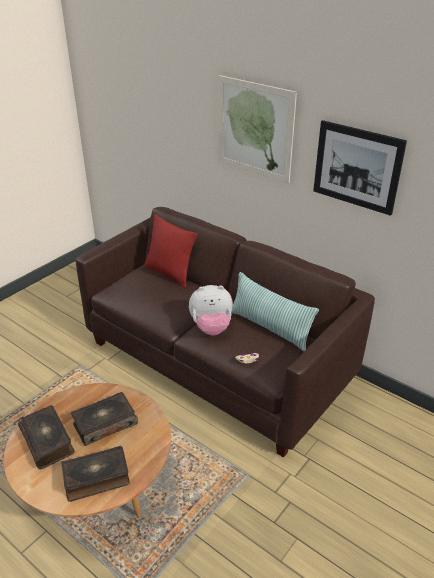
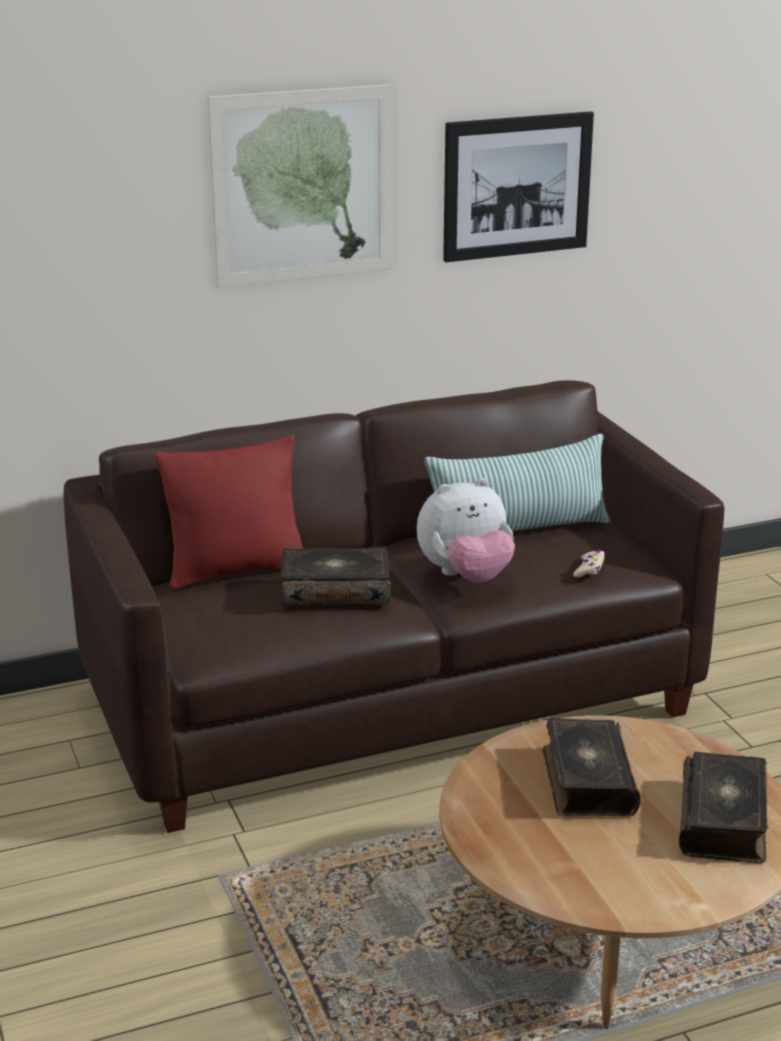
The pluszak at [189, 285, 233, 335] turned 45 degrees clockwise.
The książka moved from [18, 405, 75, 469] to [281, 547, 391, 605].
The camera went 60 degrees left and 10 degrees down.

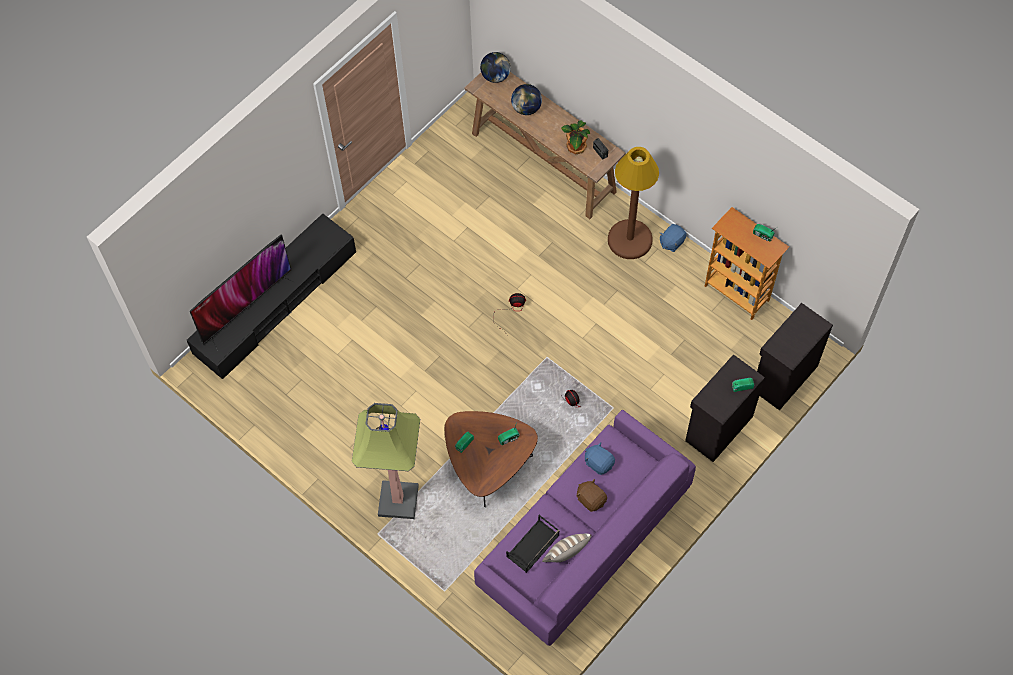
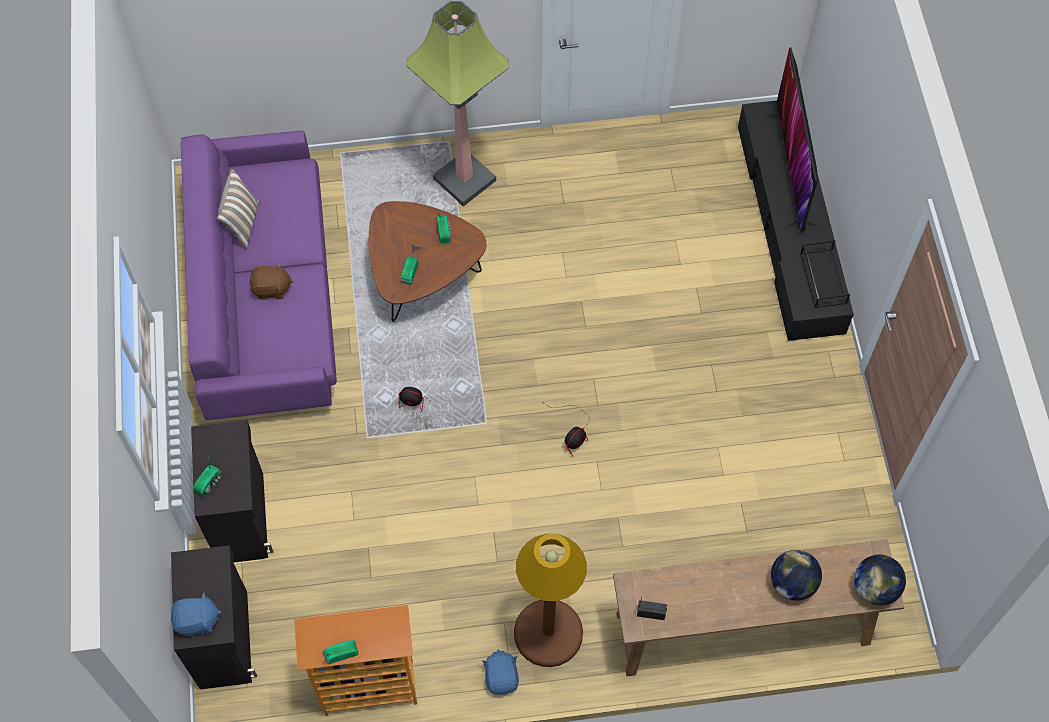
The roślina doniczkowa at [561, 121, 590, 154] disappeared.
The pluszak [niebieski] moved from [585, 442, 615, 475] to [171, 592, 221, 636].
The taca [czarny] moved from [506, 515, 560, 573] to [800, 240, 850, 308].
The camera went 130 degrees right and 0 degrees up.

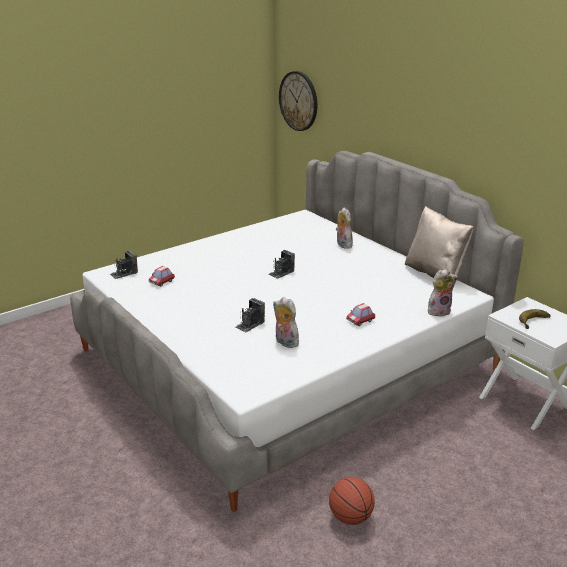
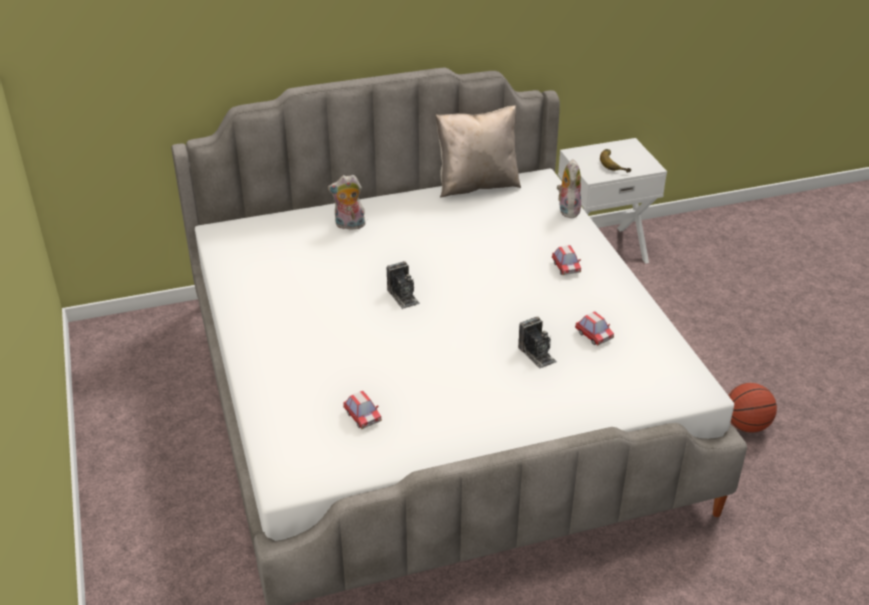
The zegar ścienny at [279, 71, 317, 131] disappeared.
The aparat fotograficzny at [110, 251, 138, 279] disappeared.
The pluszak at [273, 297, 299, 348] was replaced by the samochodzik at [575, 311, 614, 345].
The camera went 70 degrees left and 10 degrees up.

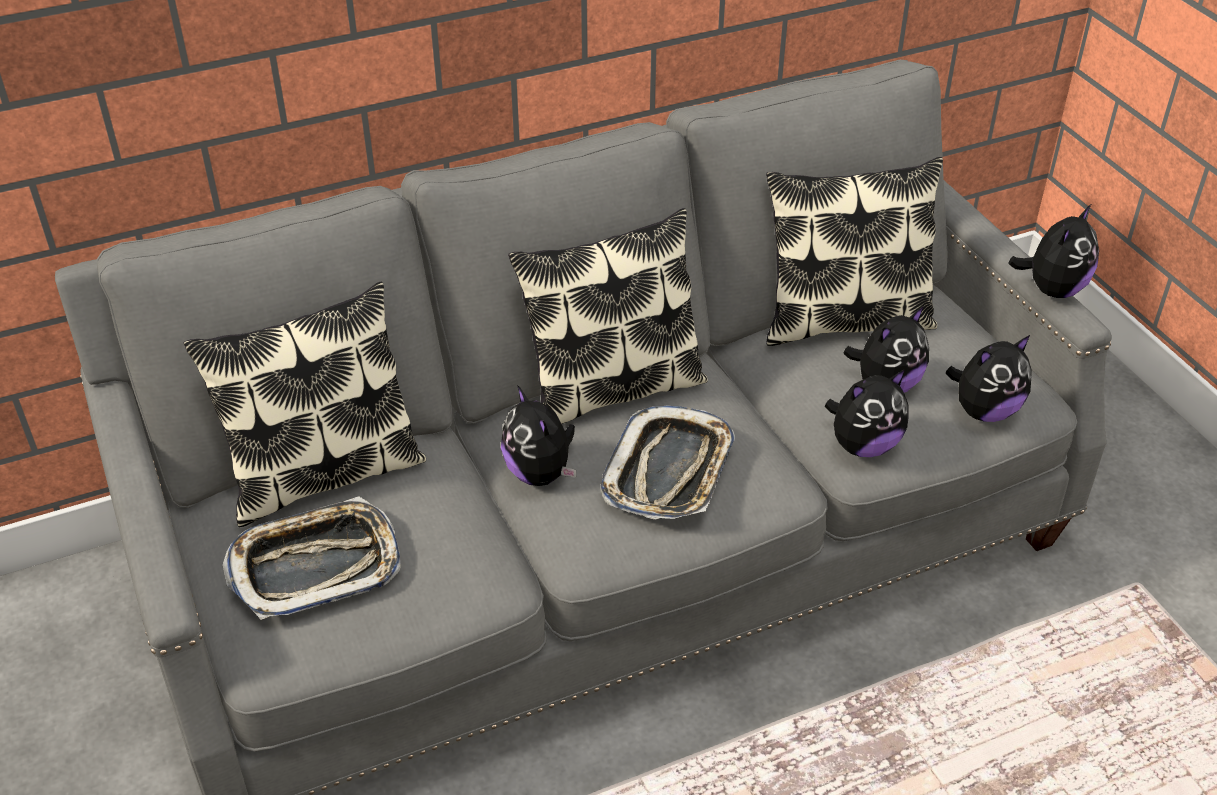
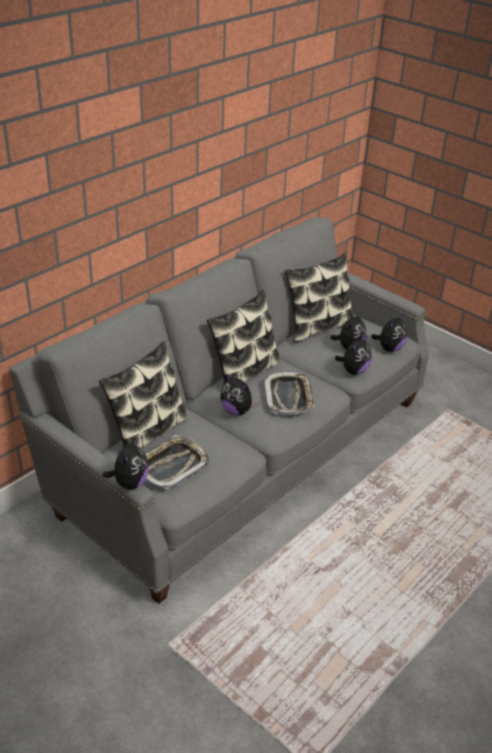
The pluszak moved from [1008, 204, 1099, 298] to [102, 437, 149, 490].
The camera went 25 degrees left and 5 degrees down.

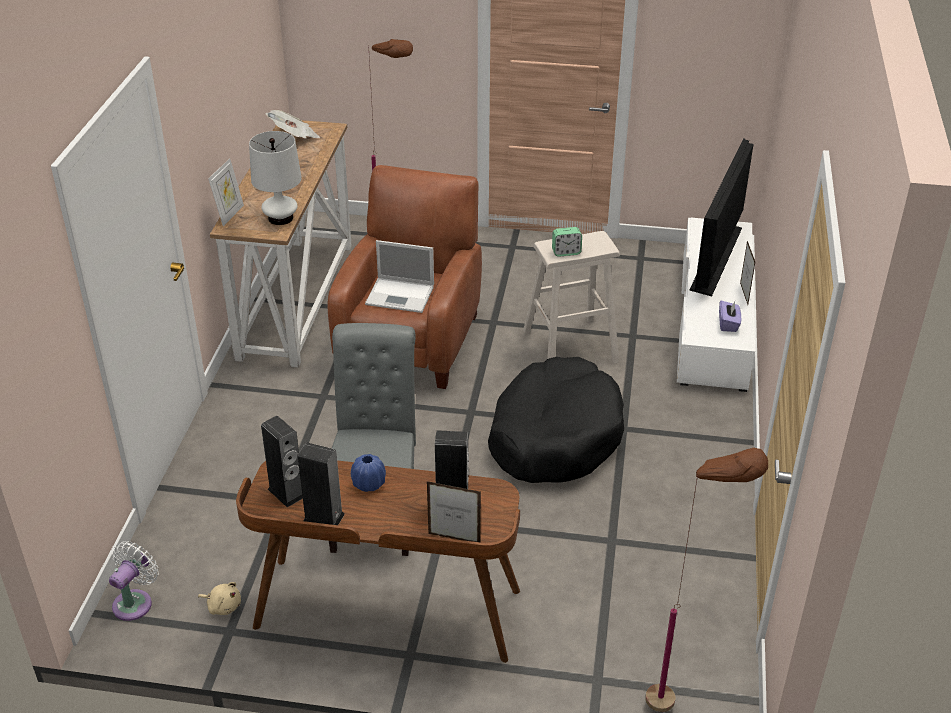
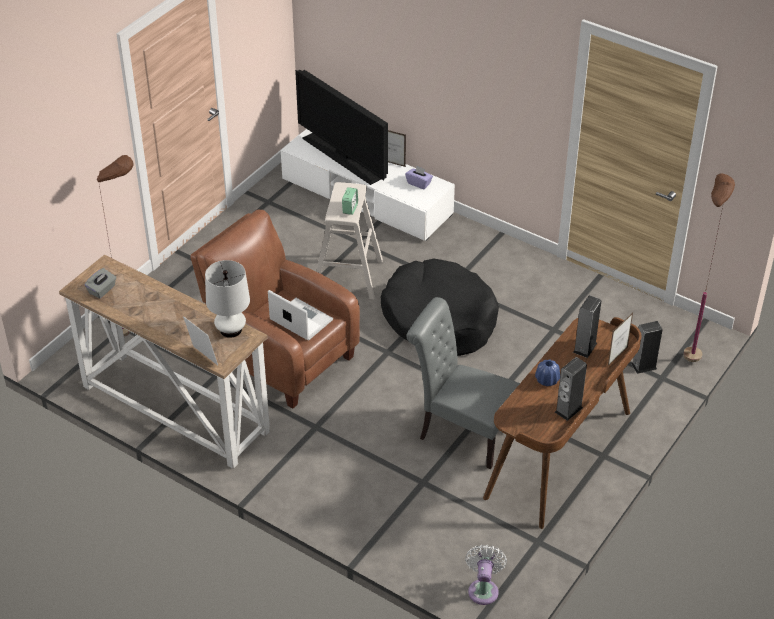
The gazeta at [265, 110, 321, 139] was replaced by the pudełko chusteczek [szary] at [85, 268, 116, 298].
The laptop at [365, 240, 434, 313] turned 90 degrees counterclockwise.
The głośnik moved from [261, 416, 303, 508] to [631, 321, 662, 374].
The wentylator [biały] at [109, 541, 159, 621] turned 45 degrees clockwise.
The pluszak [beżowy] at [198, 582, 241, 615] disappeared.
The camera went 65 degrees left and 5 degrees up.

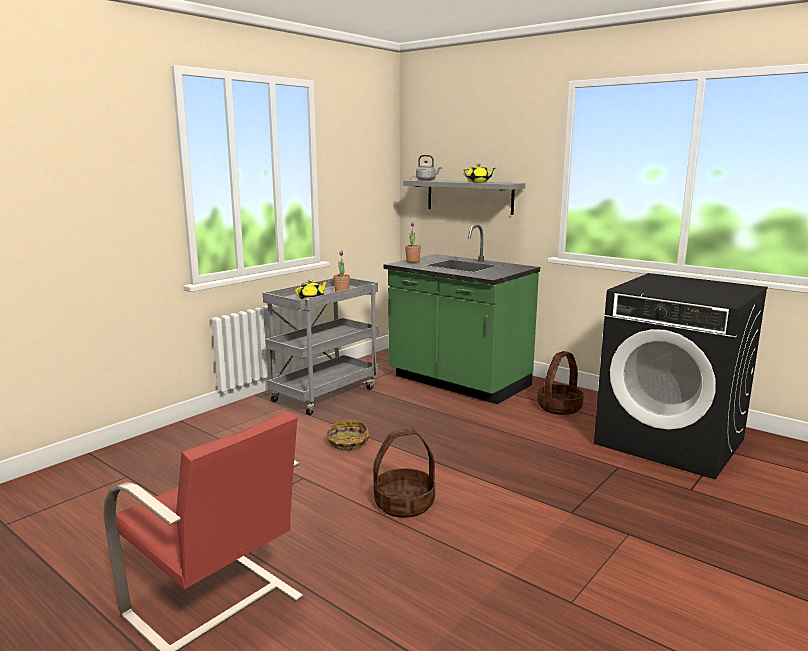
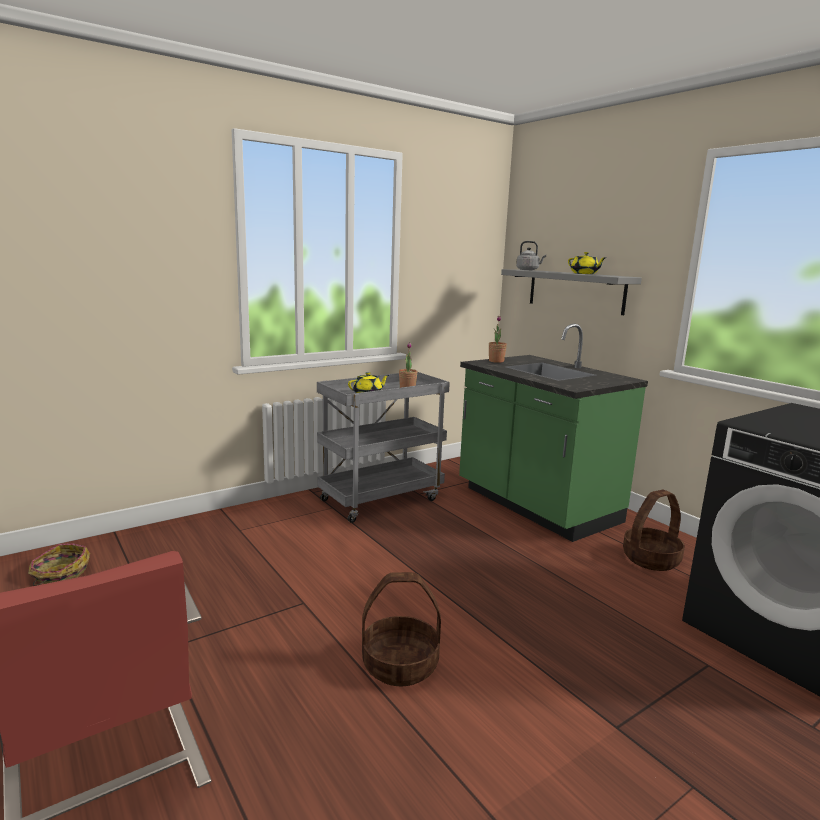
The koszyk moved from [327, 420, 370, 451] to [28, 543, 90, 586].
The camera went 15 degrees right and 0 degrees up.

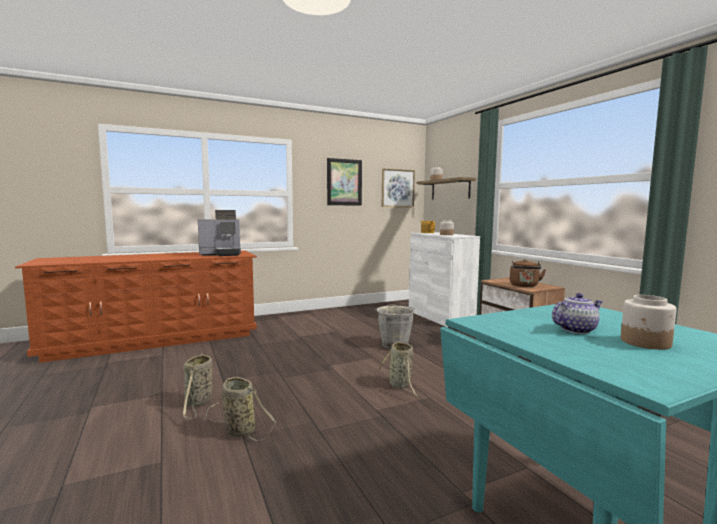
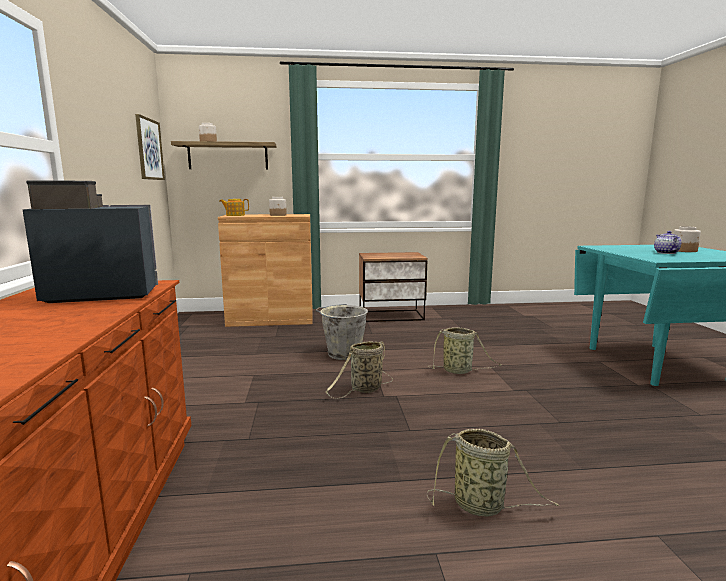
The obraz at [327, 158, 362, 206] disappeared.
The ekspres do kawy at [198, 210, 241, 256] turned 105 degrees counterclockwise.
The szafka [biały] at [409, 232, 480, 327] became the szafka [brązowy] at [218, 214, 313, 327].
The czajnik [brązowy] at [510, 259, 546, 287] disappeared.
The koszyk moved from [206, 377, 276, 441] to [326, 341, 393, 399].
The camera went 70 degrees left and 5 degrees up.

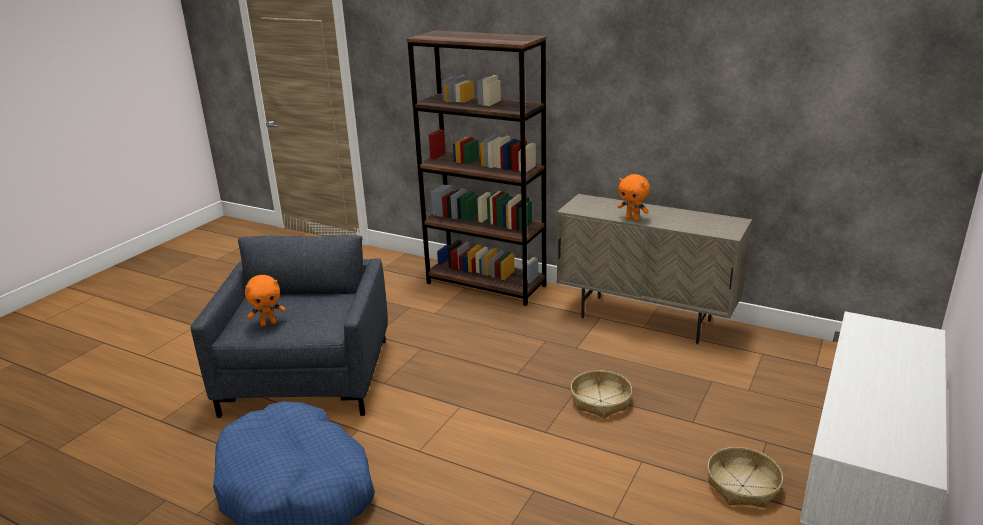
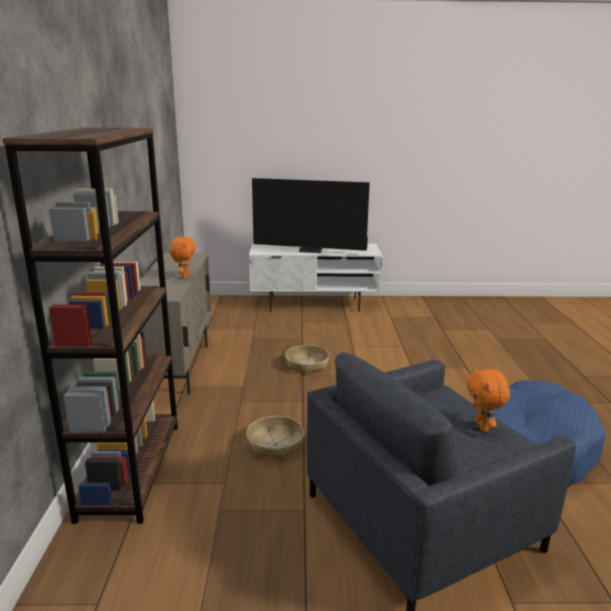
The pluszak [pomarańczowy] at [245, 275, 285, 327] turned 135 degrees counterclockwise.
The koszyk moved from [707, 447, 783, 508] to [246, 416, 305, 460].
The telewizor at [252, 178, 370, 253] appeared.
The camera went 120 degrees left and 5 degrees down.

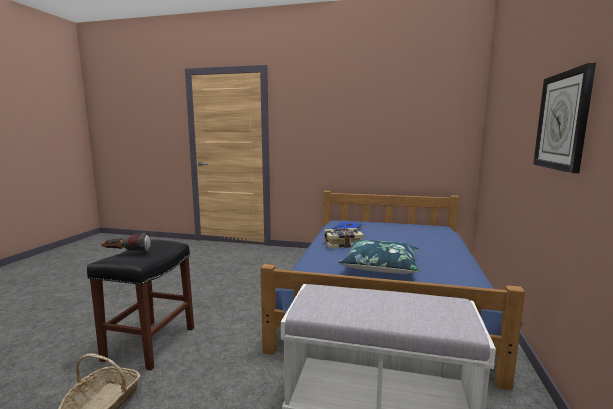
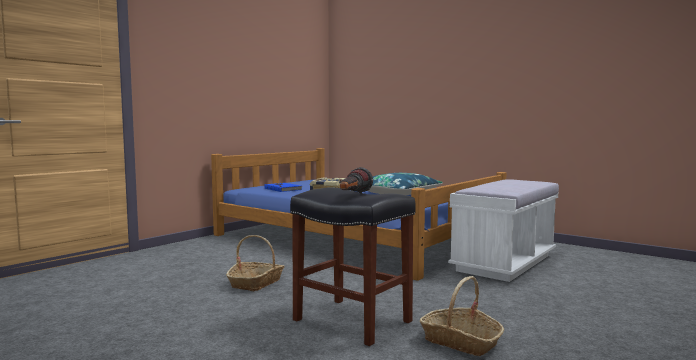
The zegar ścienny at [533, 63, 596, 173] disappeared.
The koszyk at [226, 235, 285, 291] appeared.
The camera went 65 degrees left and 5 degrees down.

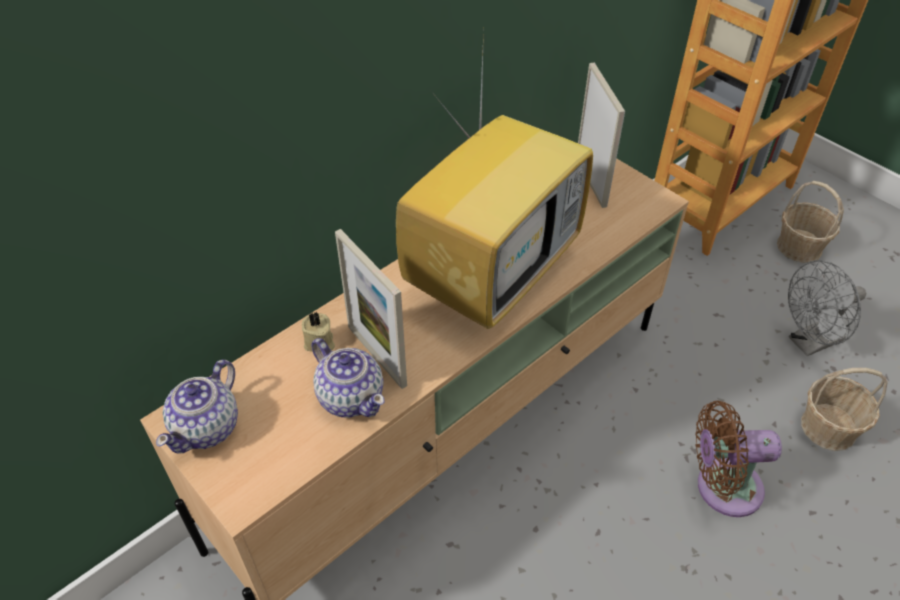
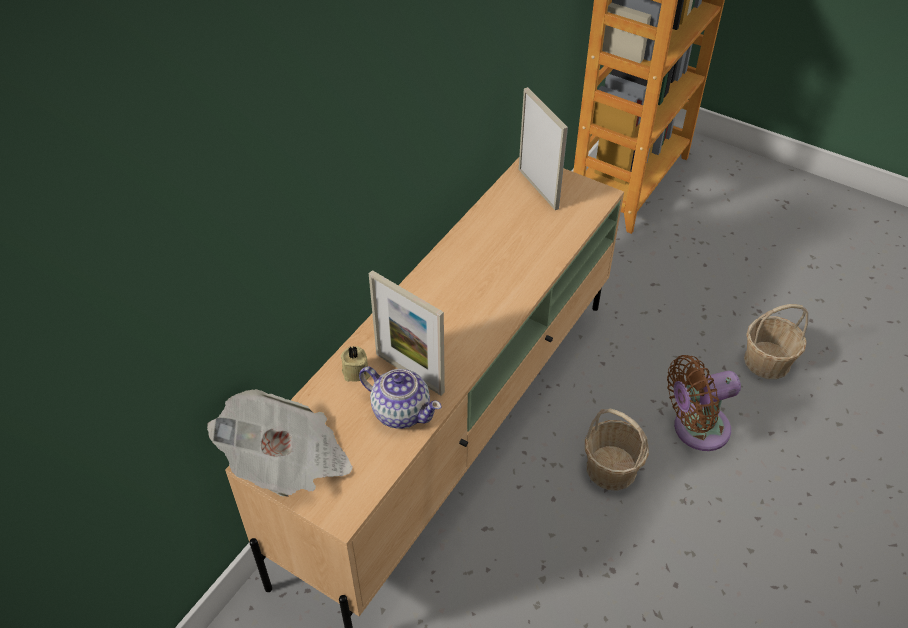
The telewizor at [396, 30, 593, 329] disappeared.
The koszyk moved from [777, 181, 844, 263] to [585, 409, 649, 491].
The wentylator [szary] at [788, 260, 866, 356] disappeared.
The imbryk at [156, 360, 238, 453] was replaced by the gazeta at [207, 389, 353, 497].
The camera went 15 degrees left and 0 degrees up.

